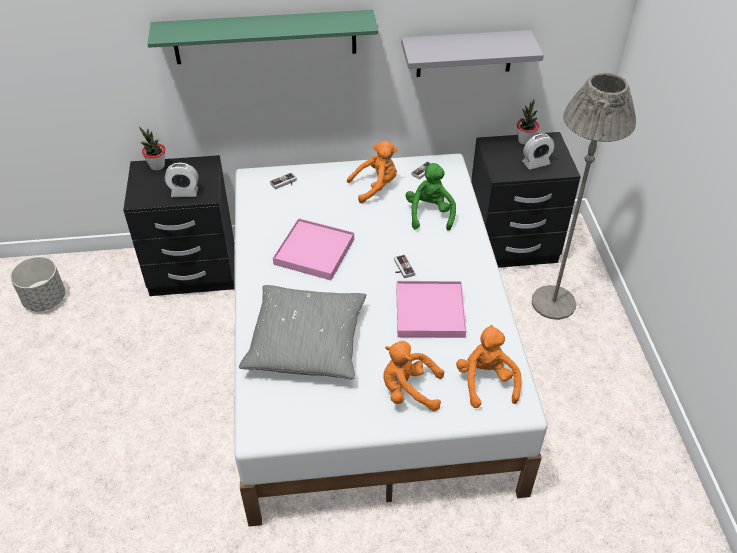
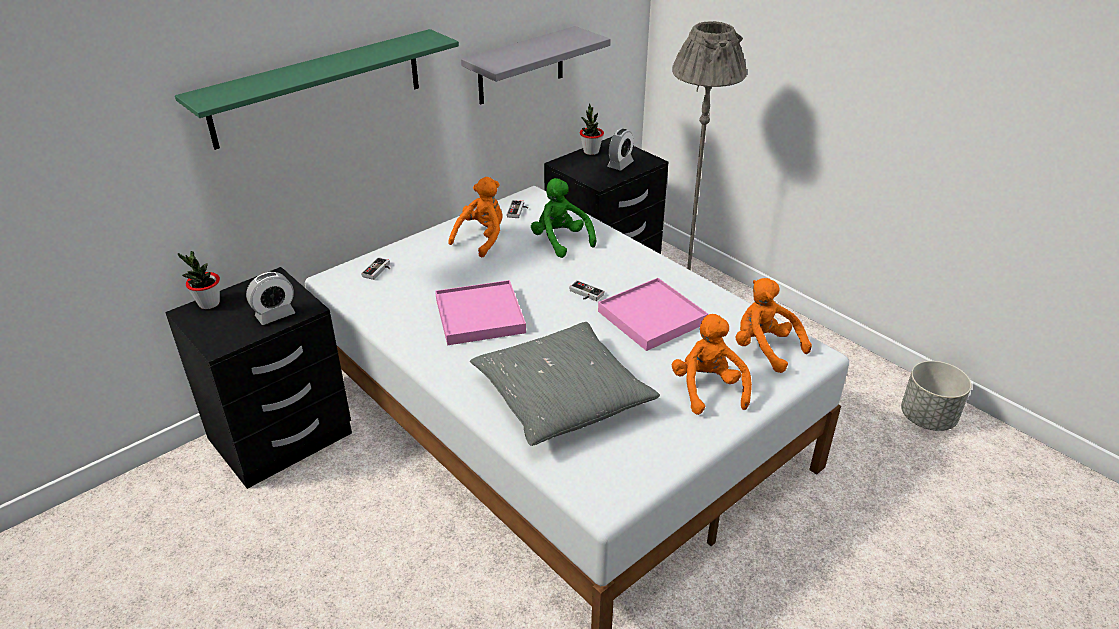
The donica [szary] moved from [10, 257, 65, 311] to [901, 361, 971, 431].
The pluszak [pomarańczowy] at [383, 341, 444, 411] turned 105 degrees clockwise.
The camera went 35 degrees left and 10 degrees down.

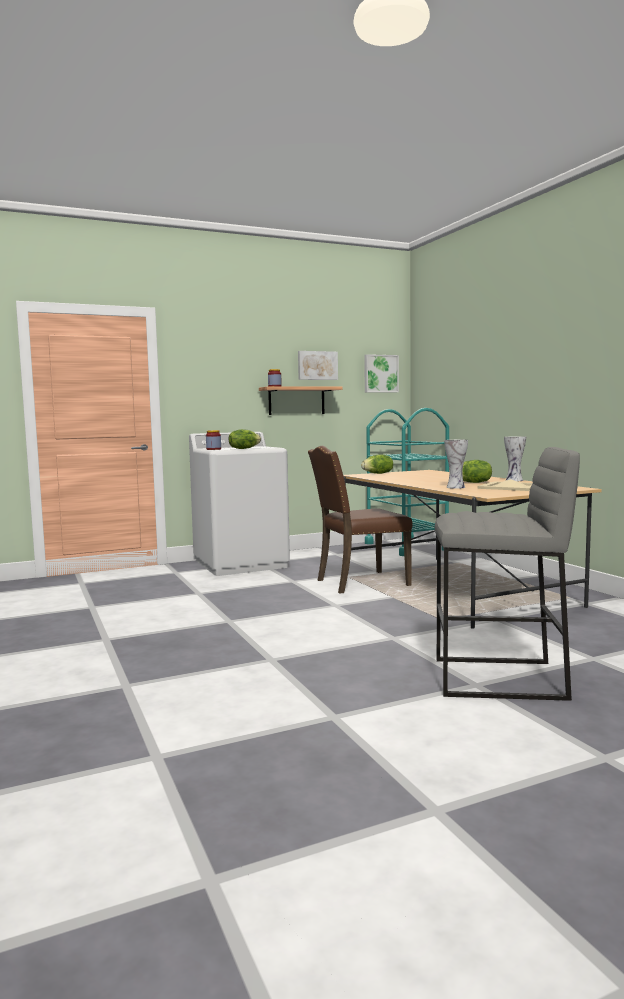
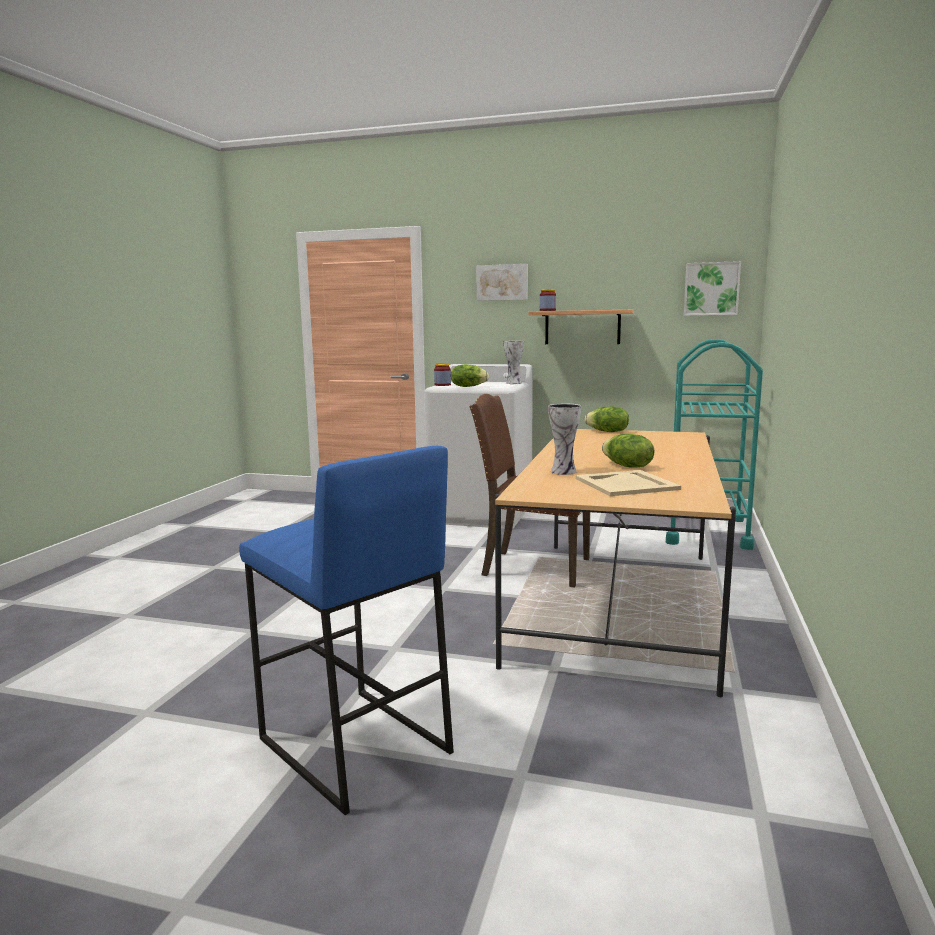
The obraz moved from [298, 351, 338, 380] to [476, 264, 528, 301].
The wazon moved from [504, 436, 526, 481] to [504, 341, 524, 384].
The stołek [szary] at [435, 447, 580, 701] became the stołek [niebieski] at [239, 446, 454, 815].
The camera went 40 degrees right and 5 degrees up.

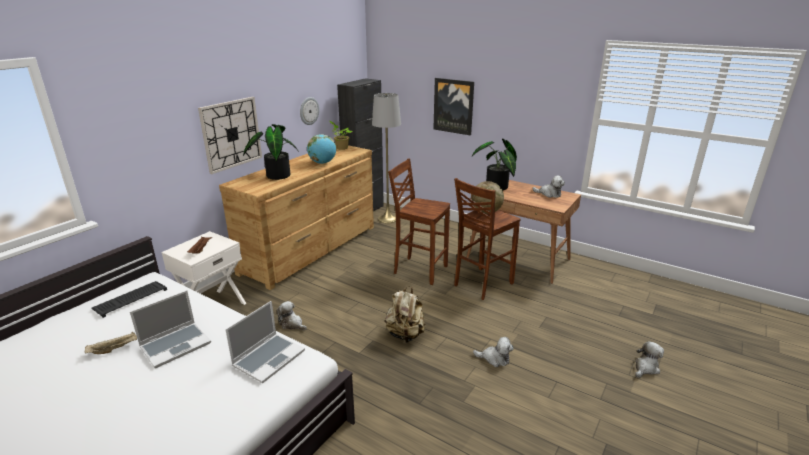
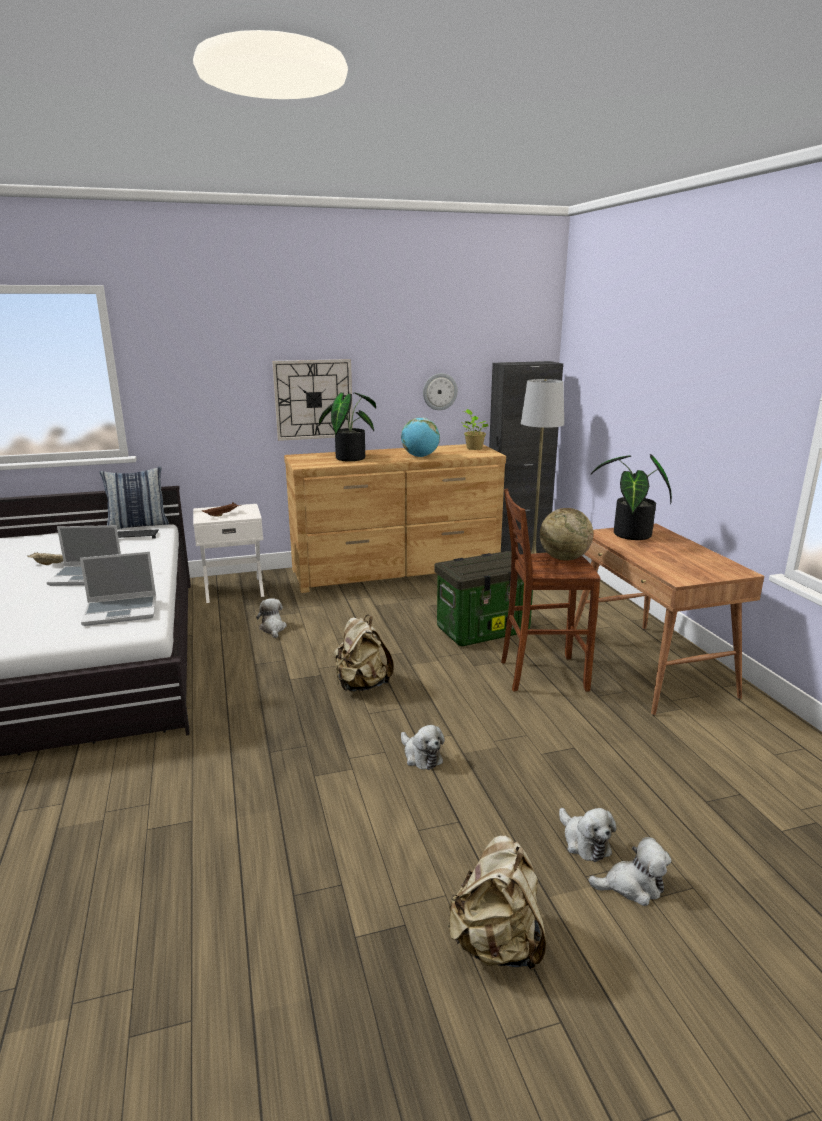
The obraz at [434, 78, 474, 135] disappeared.
The stołek [brązowy] at [388, 158, 450, 285] was replaced by the pojemnik do przechowywania at [435, 551, 533, 646].
The pluszak moved from [532, 175, 565, 198] to [559, 808, 617, 862].
The poduszka at [100, 467, 169, 530] appeared.
The plecak [beżowy] at [448, 835, 546, 971] appeared.
The camera went 40 degrees right and 5 degrees down.

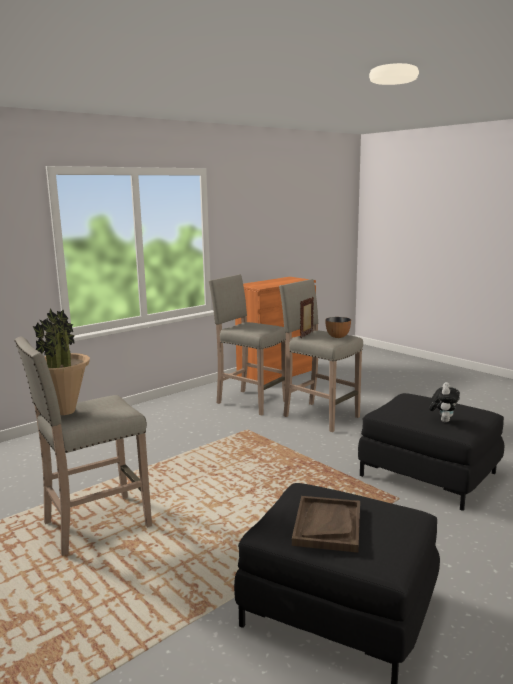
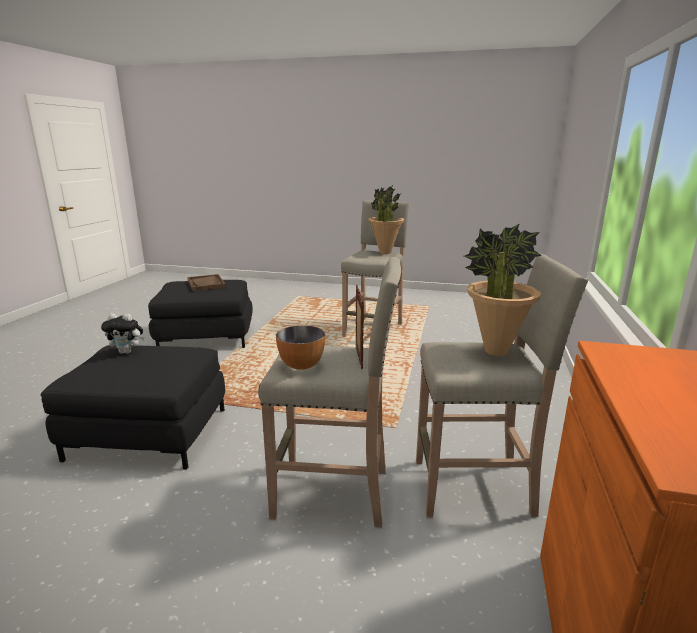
The pluszak at [429, 382, 460, 422] turned 75 degrees counterclockwise.
The roślina doniczkowa at [464, 224, 542, 356] appeared.
The camera went 145 degrees right and 5 degrees up.

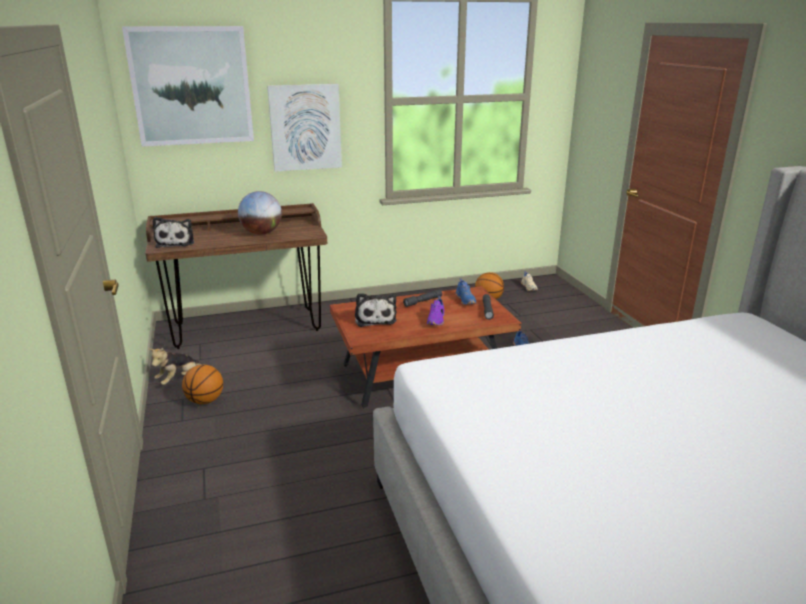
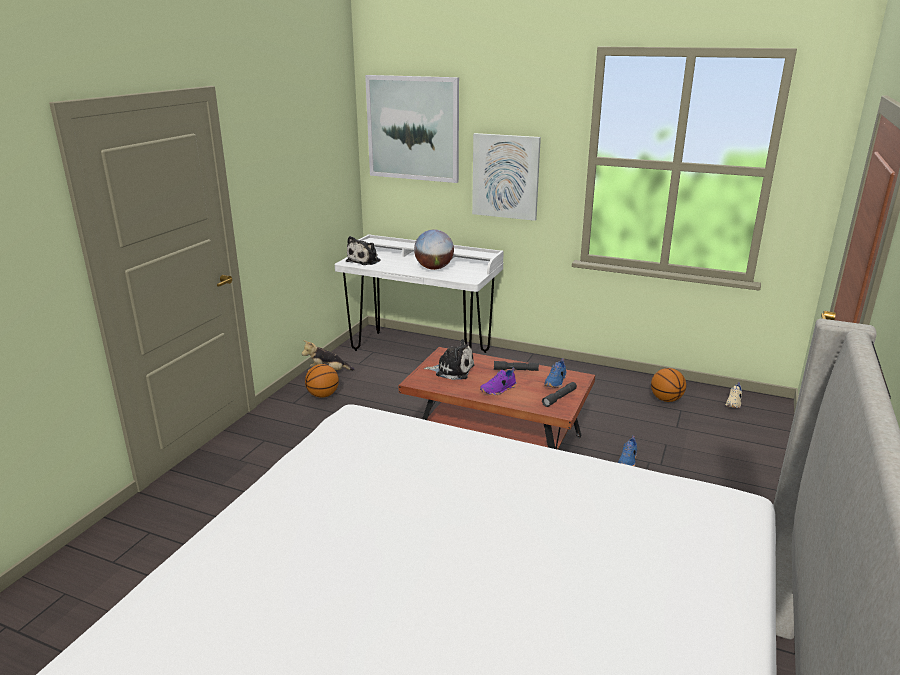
The biurko [brązowy] at [145, 203, 327, 349] became the biurko [biały] at [335, 234, 504, 353].
The pluszak at [355, 293, 397, 327] turned 105 degrees counterclockwise.
The camera went 40 degrees right and 0 degrees up.

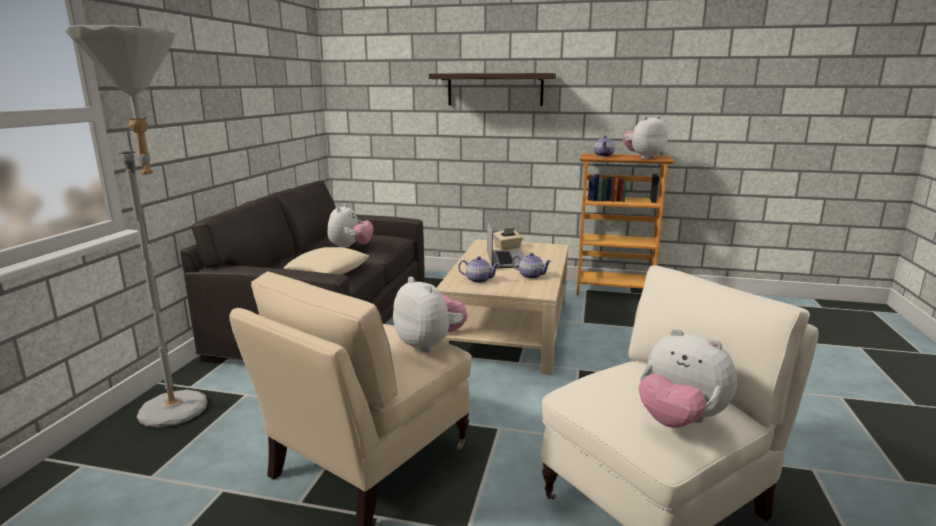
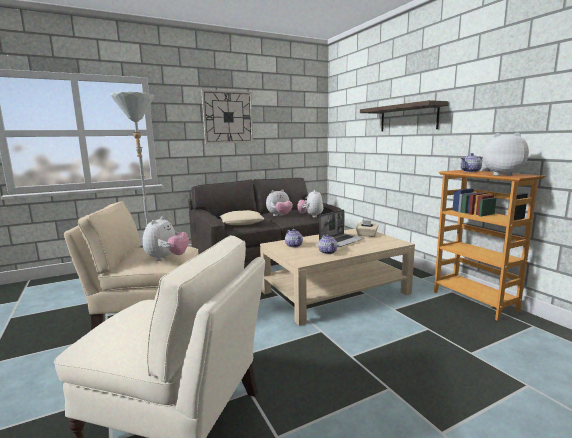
The pluszak moved from [639, 328, 737, 428] to [297, 190, 323, 217].
The zegar ścienny at [202, 89, 253, 144] appeared.
The camera went 50 degrees right and 5 degrees down.

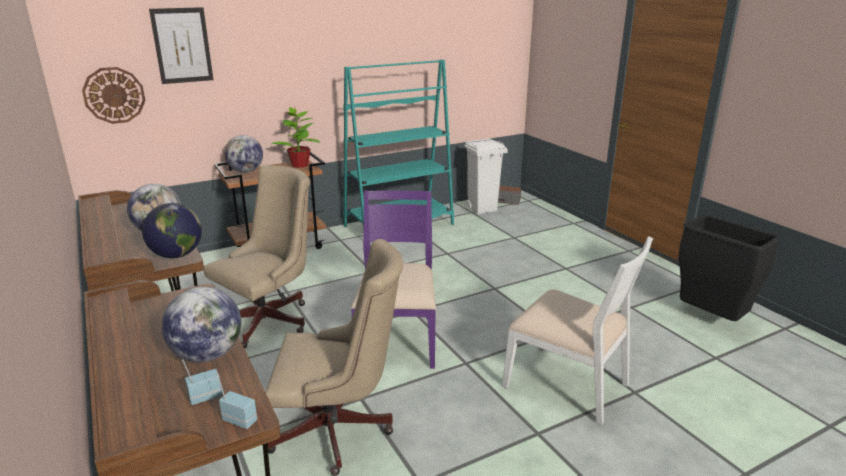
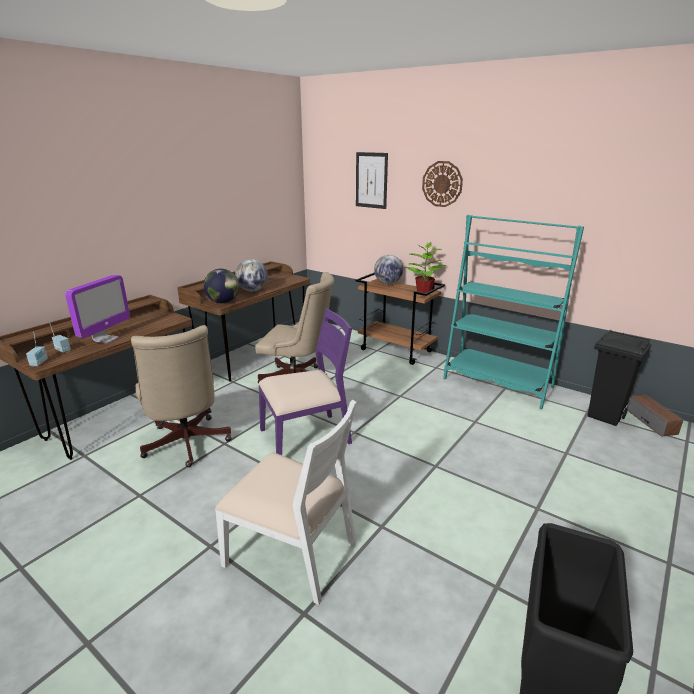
The zegar ścienny moved from [82, 67, 145, 124] to [422, 161, 463, 207].
The kosz na śmieci [biały] at [464, 138, 508, 214] became the kosz na śmieci [czarny] at [588, 330, 652, 426].
The krzesło [biały] at [502, 237, 653, 425] turned 75 degrees counterclockwise.
The globus at [162, 287, 241, 362] was replaced by the monitor at [65, 275, 130, 344].
The camera went 65 degrees right and 0 degrees up.

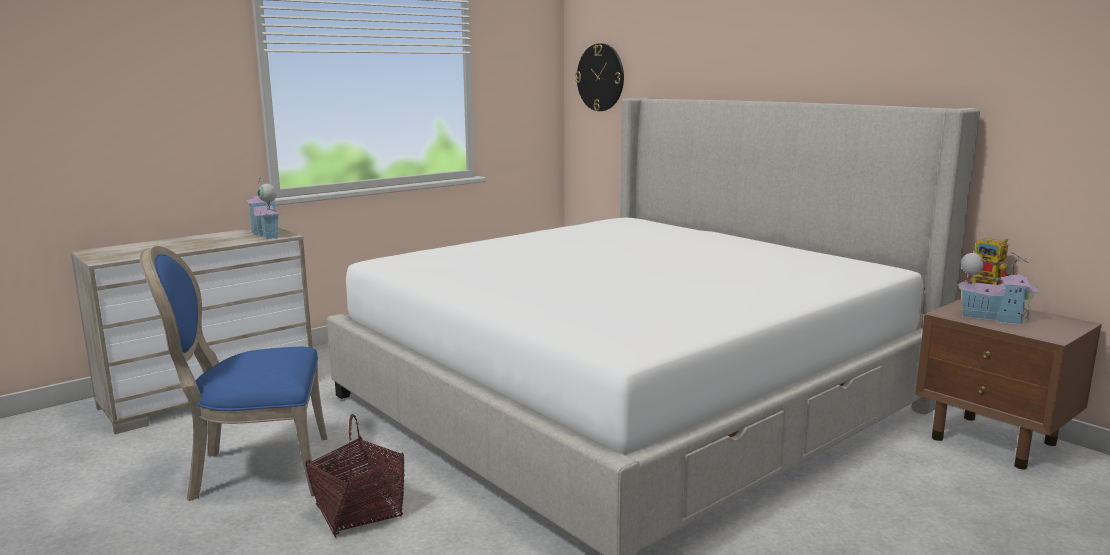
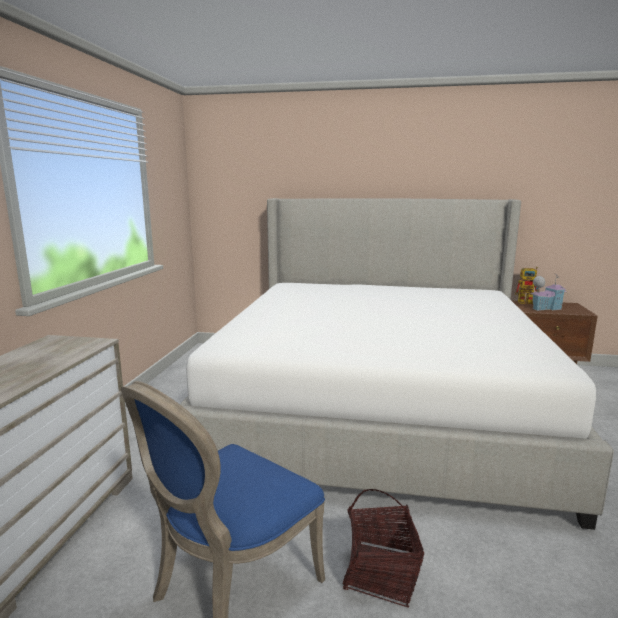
The zegar ścienny at [575, 43, 624, 111] disappeared.
The domek at [247, 177, 280, 239] disappeared.
The camera went 40 degrees left and 0 degrees up.

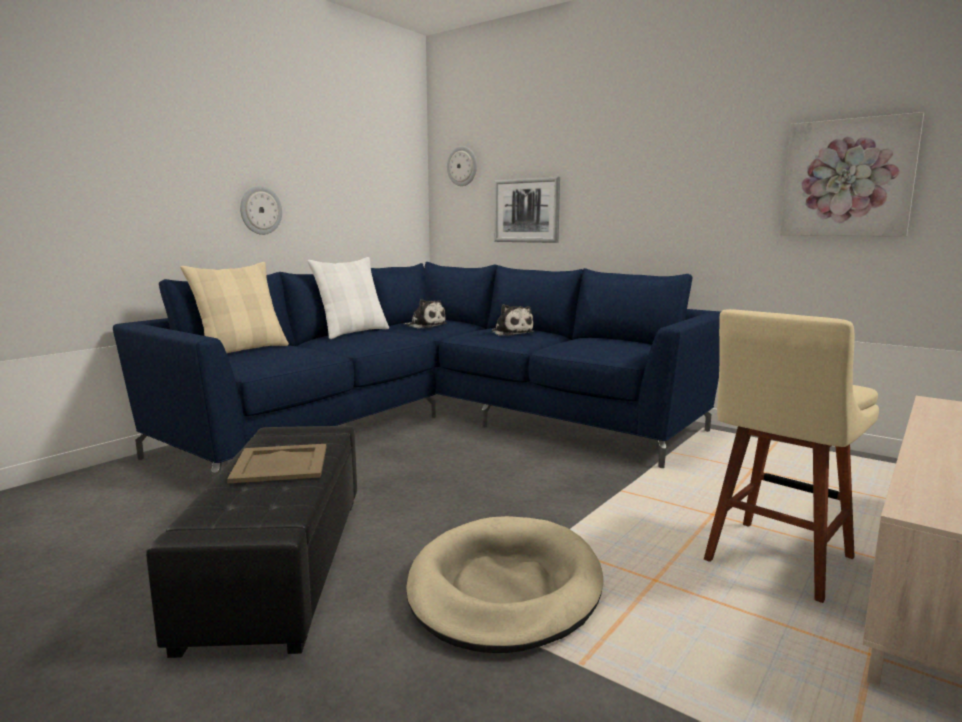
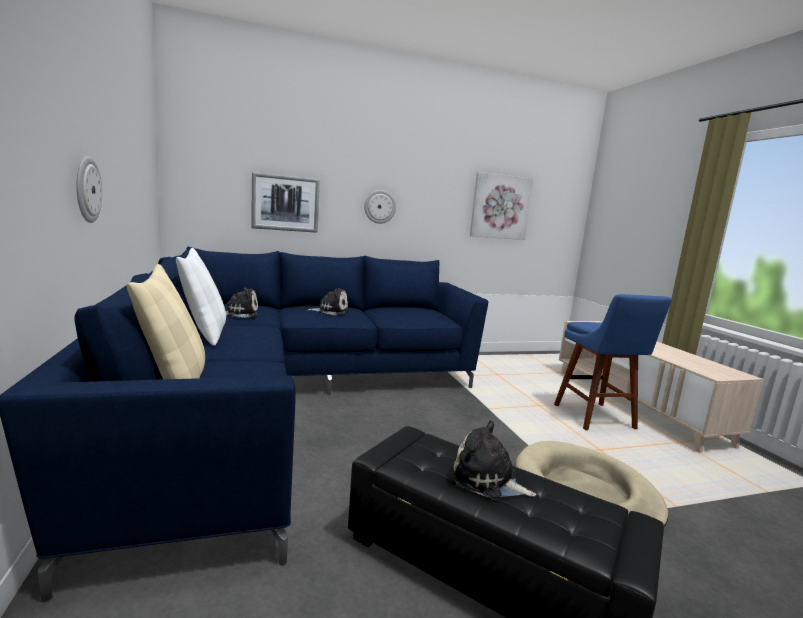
The zegar ścienny moved from [447, 146, 477, 186] to [364, 190, 396, 224].
The stołek [beżowy] at [704, 309, 879, 603] became the stołek [niebieski] at [554, 294, 672, 430].
The taca [beżowy] at [227, 444, 326, 484] was replaced by the pluszak at [450, 420, 536, 499].
The camera went 55 degrees left and 0 degrees up.

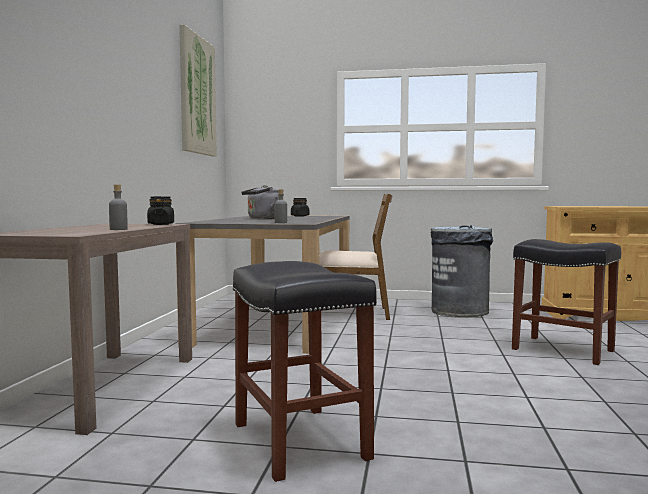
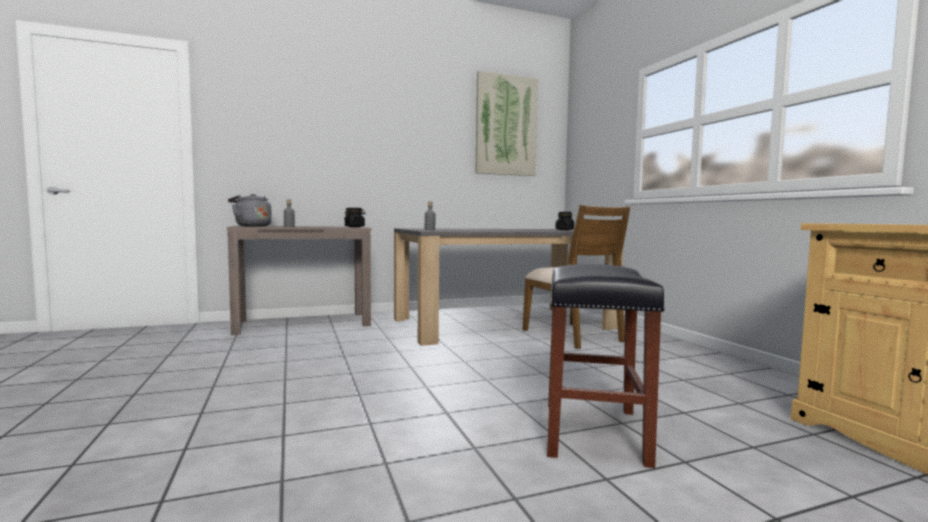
The czajnik [szary] moved from [241, 185, 279, 219] to [228, 194, 272, 227].
The kosz na śmieci [szary] at [431, 225, 493, 318] disappeared.
The stołek [czarny] at [232, 261, 377, 482] disappeared.
The camera went 60 degrees right and 0 degrees up.

